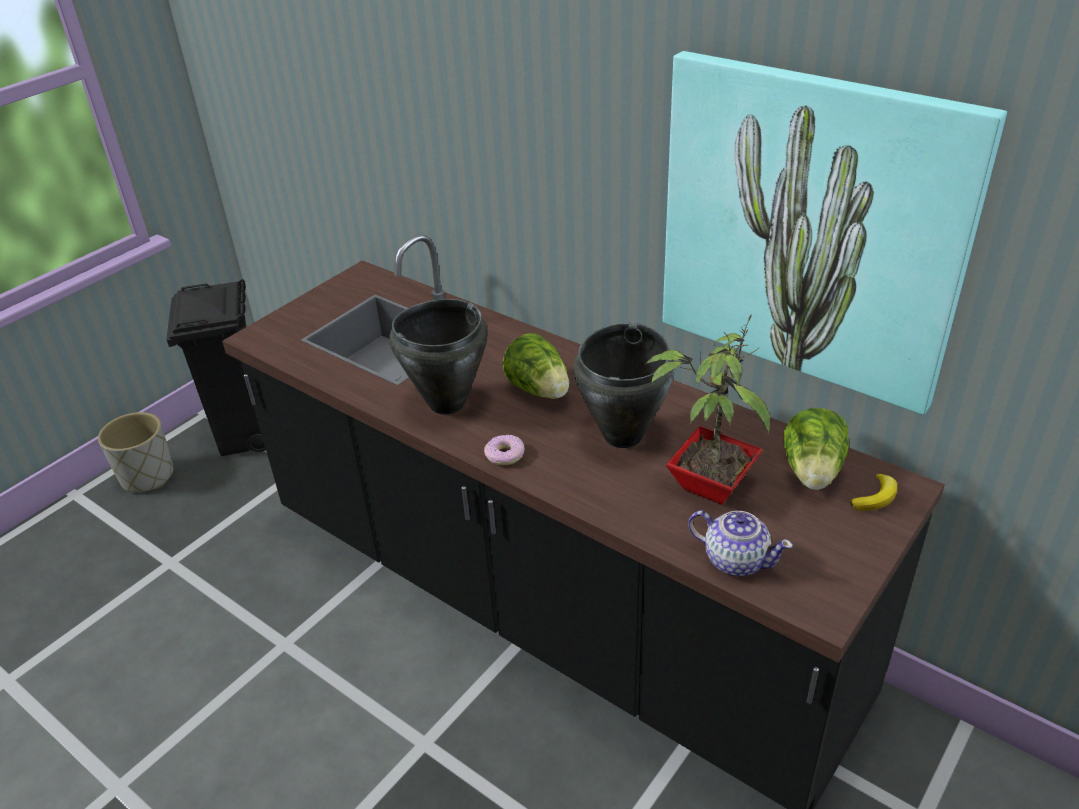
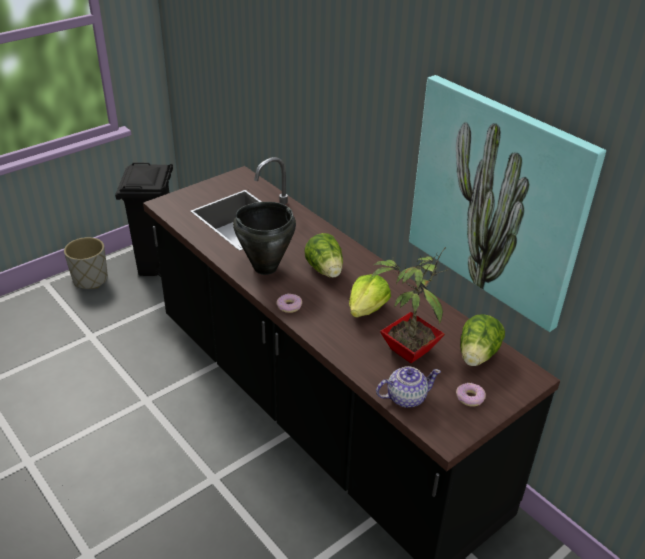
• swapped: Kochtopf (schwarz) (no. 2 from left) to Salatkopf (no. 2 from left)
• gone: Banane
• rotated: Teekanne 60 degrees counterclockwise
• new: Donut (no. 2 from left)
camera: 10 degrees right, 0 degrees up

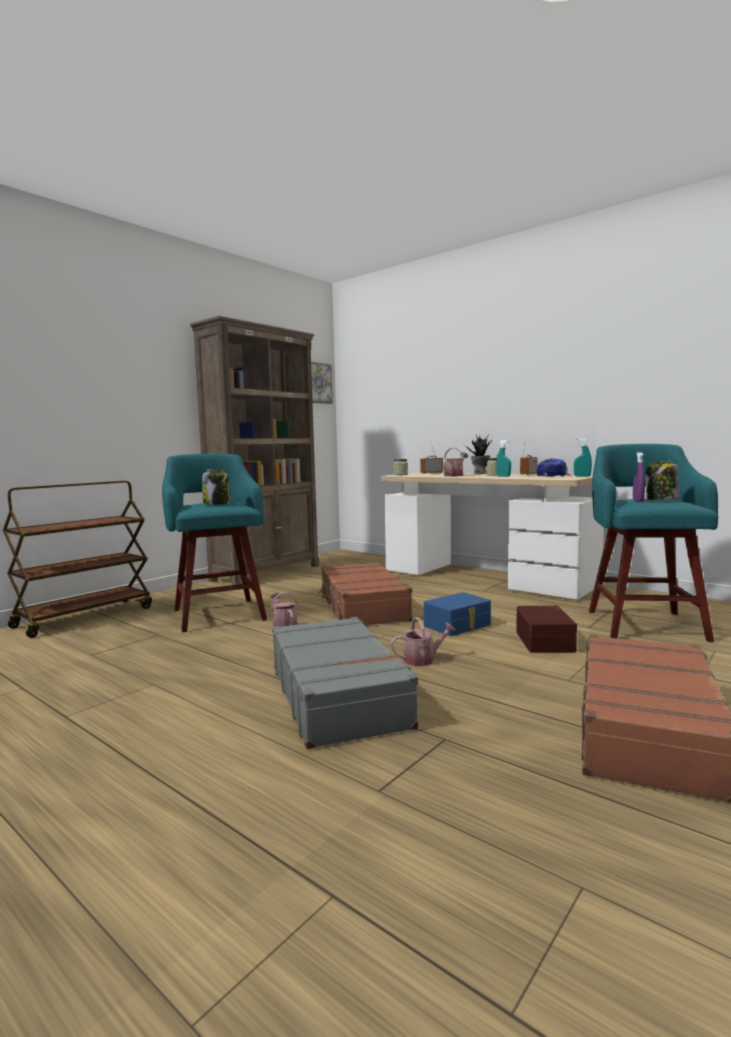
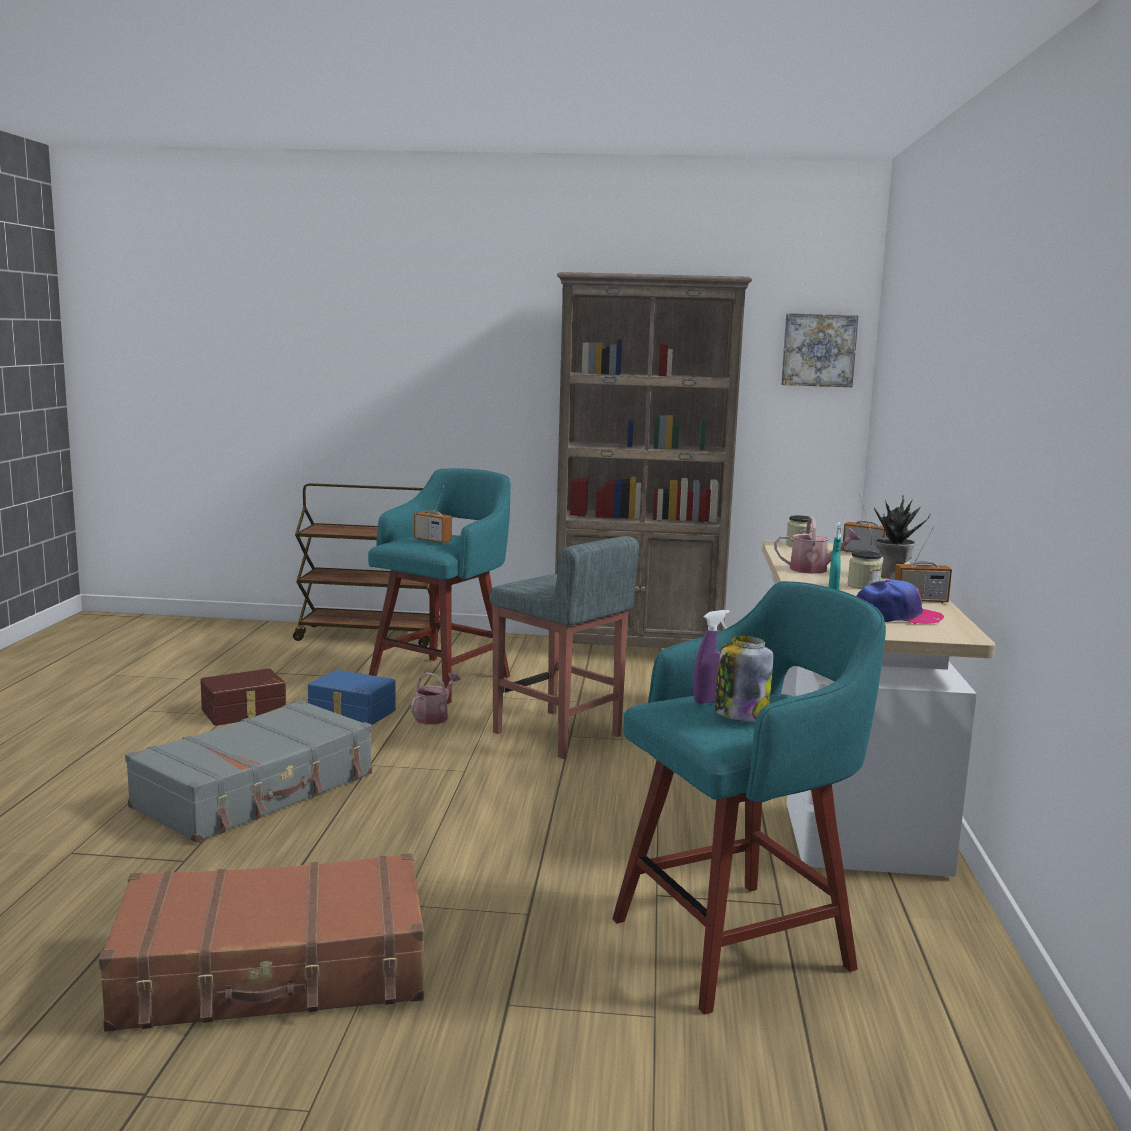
• gone: Sprühflasche (türkis) (no. 2 from left)
• swapped: Vorratsglas (no. 1 from left) to Radio (no. 1 from left)
• swapped: Koffer (braun) (no. 1 from left) to Hocker (grau)
• shifted: Aufbewahrungsbox (blau)
• shifted: Aufbewahrungsbox (braun)
• gone: Gießkanne (no. 2 from left)
camera: 55 degrees right, 5 degrees up

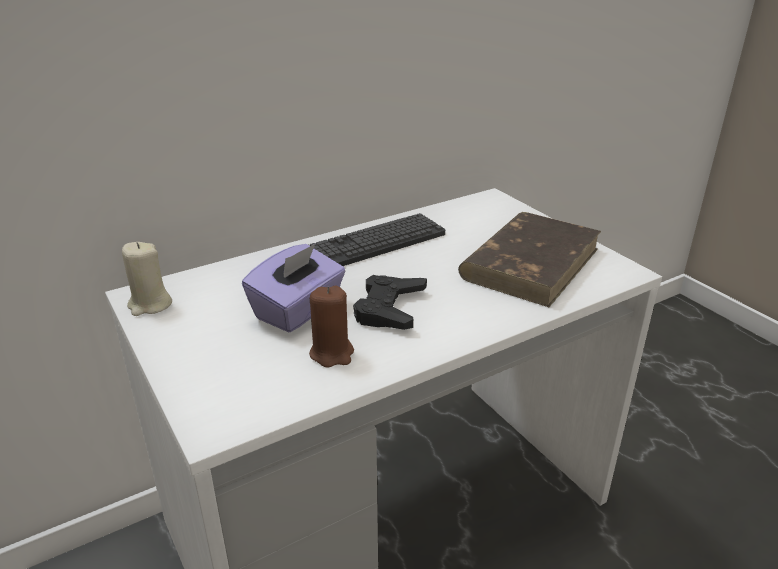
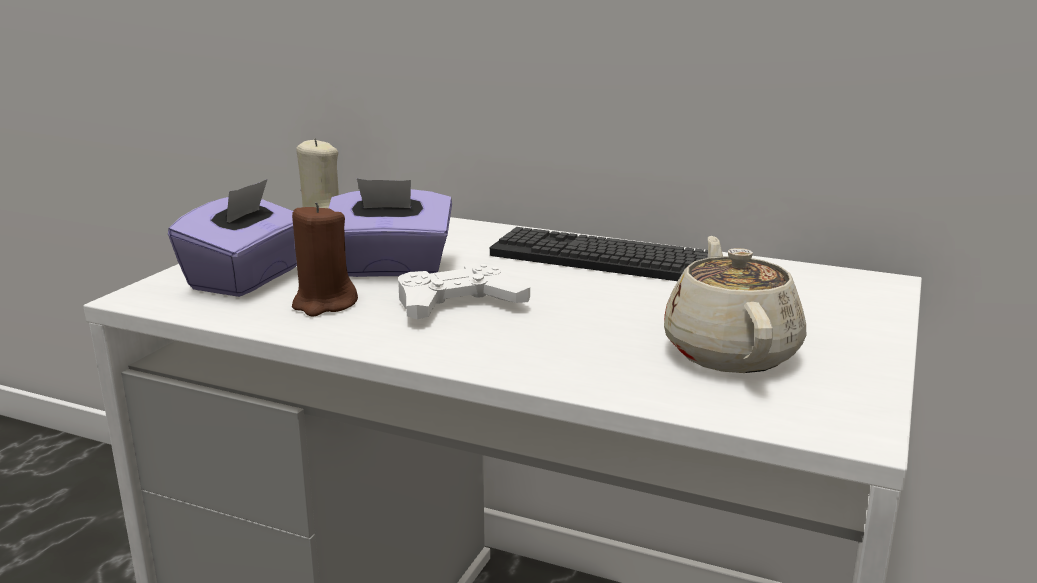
• swapped: Buch (braun) to Teekanne (beige)
• repainted: Gamepad (schwarz) to Gamepad (weiß)
• new: Taschentuchbox (lila) (no. 1 from left)
camera: 55 degrees right, 10 degrees down

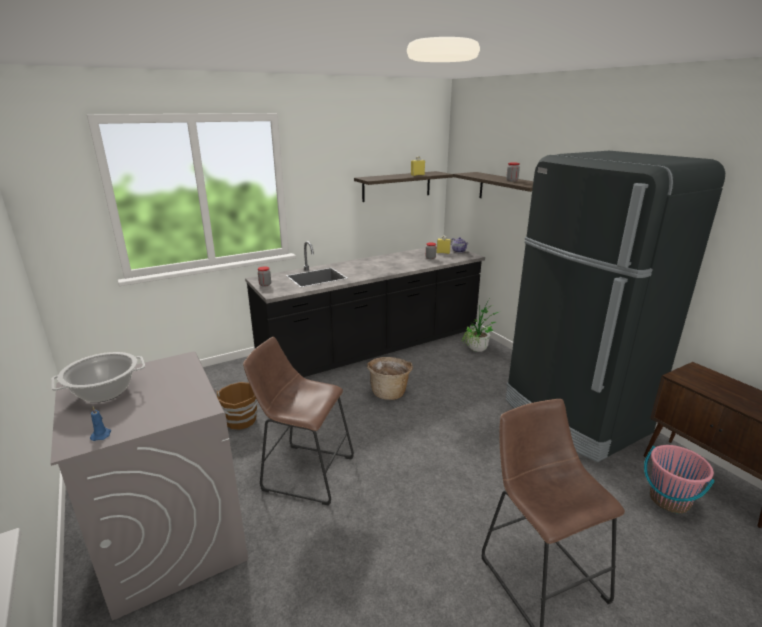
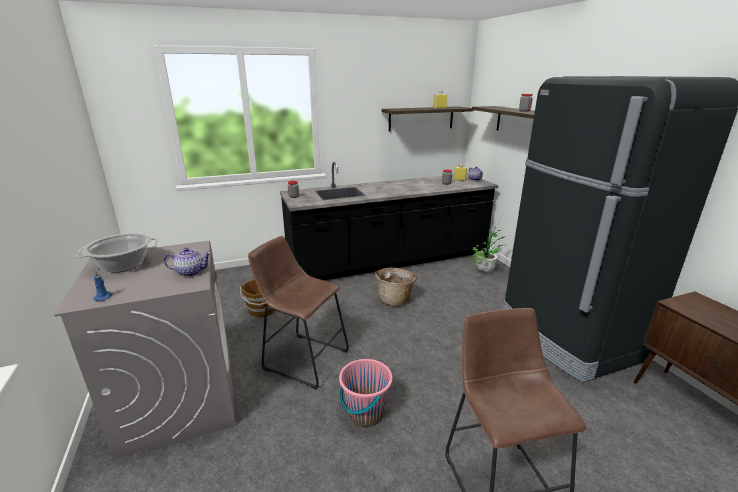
• shifted: Eimer (rosa)
• new: Teekanne (no. 1 from left)
camera: 10 degrees right, 0 degrees up

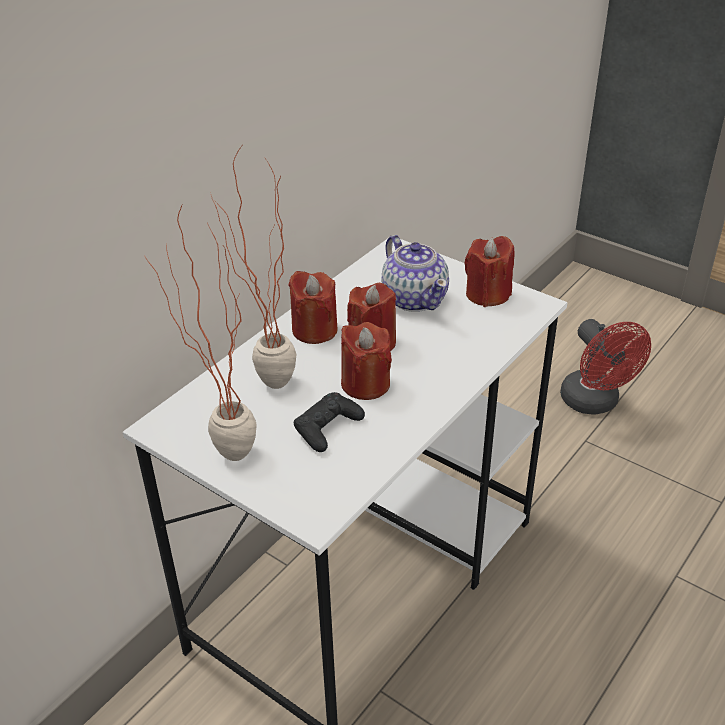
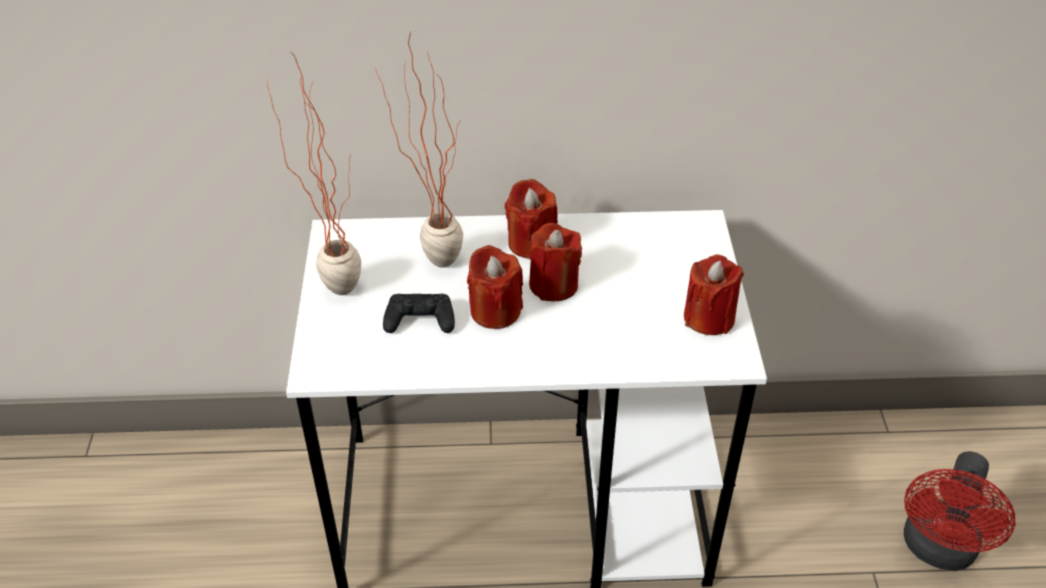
• gone: Teekanne
camera: 50 degrees right, 5 degrees up

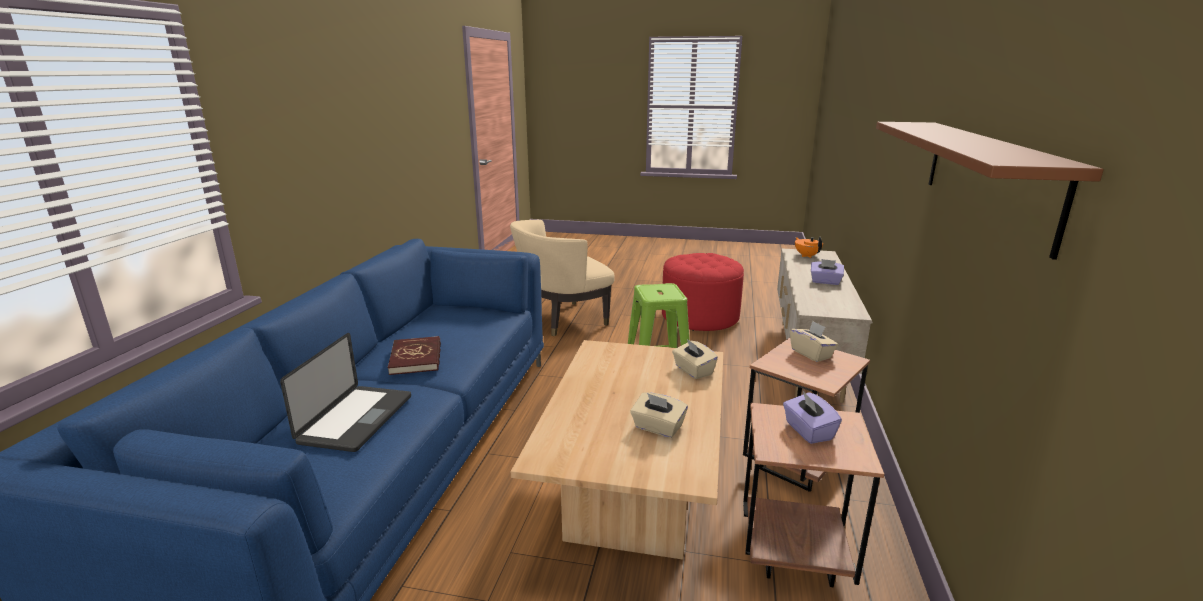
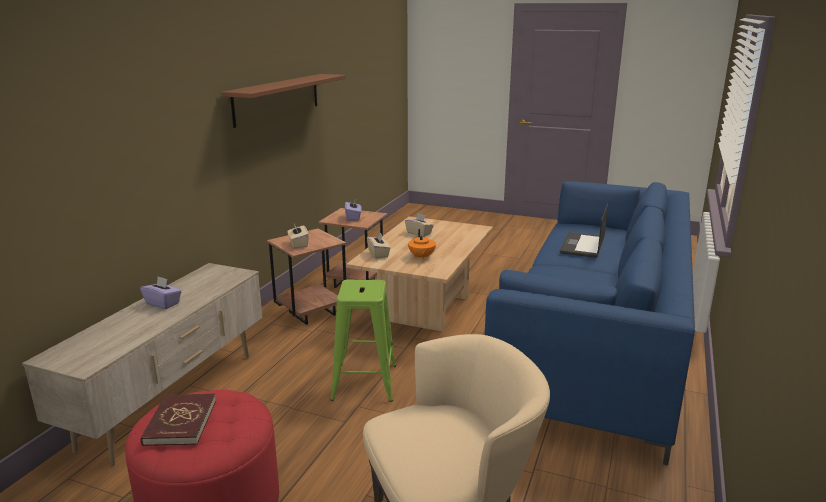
• shifted: Teekanne (orange)
• shifted: Buch (rot)
camera: 170 degrees left, 0 degrees up

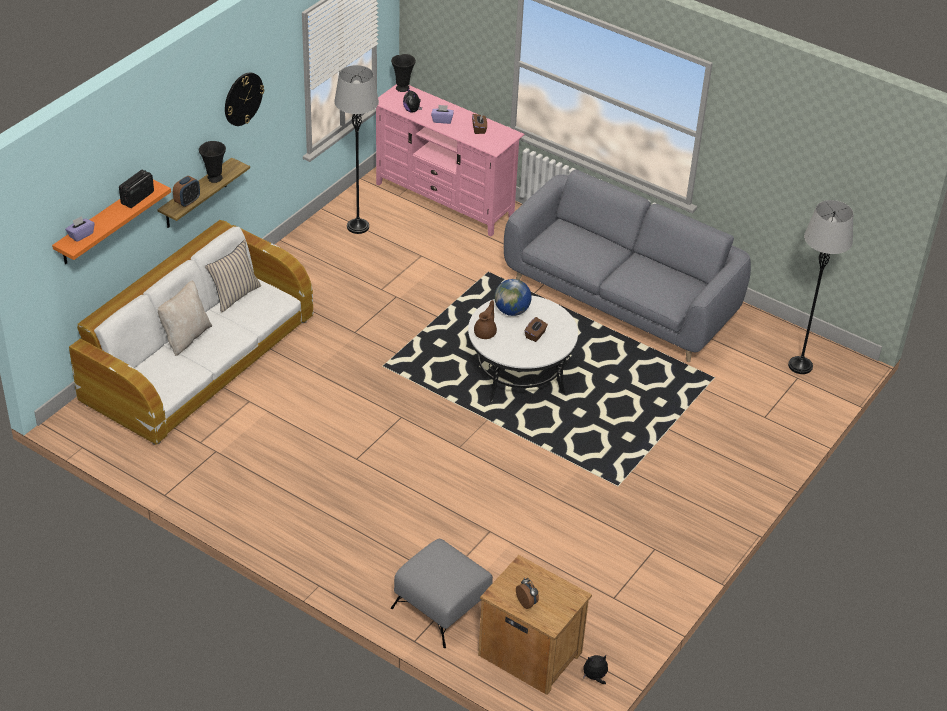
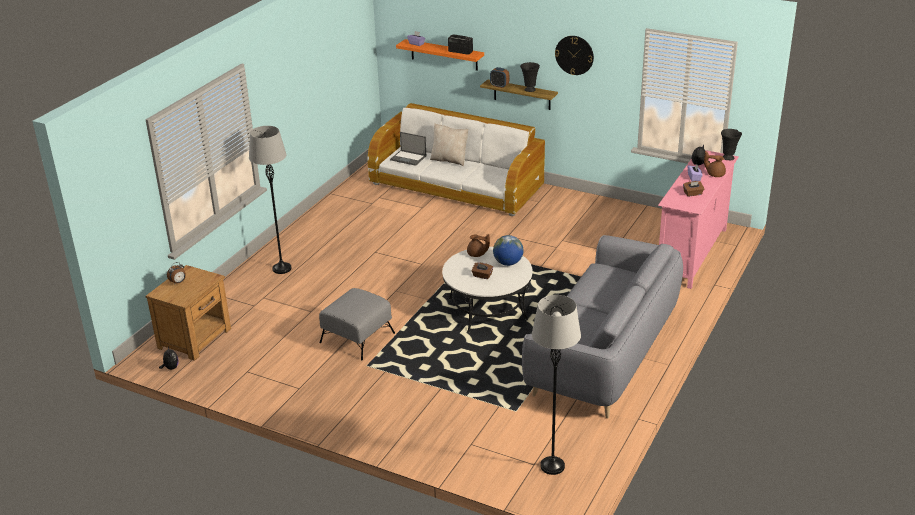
• shifted: Stehlampe (grau) (no. 1 from left)
• gone: Kissen (beige) (no. 2 from left)
• shifted: Polsterhocker (grau)
• new: Laptop
• new: Teekanne (braun) (no. 2 from left)
camera: 85 degrees right, 10 degrees down

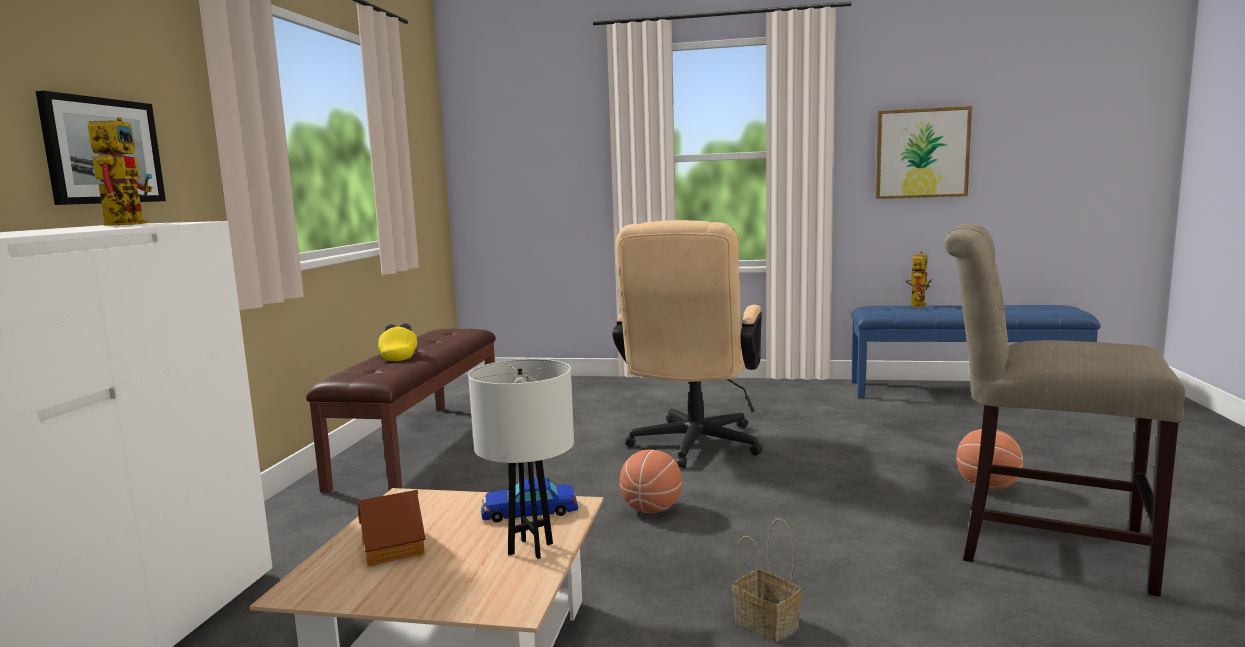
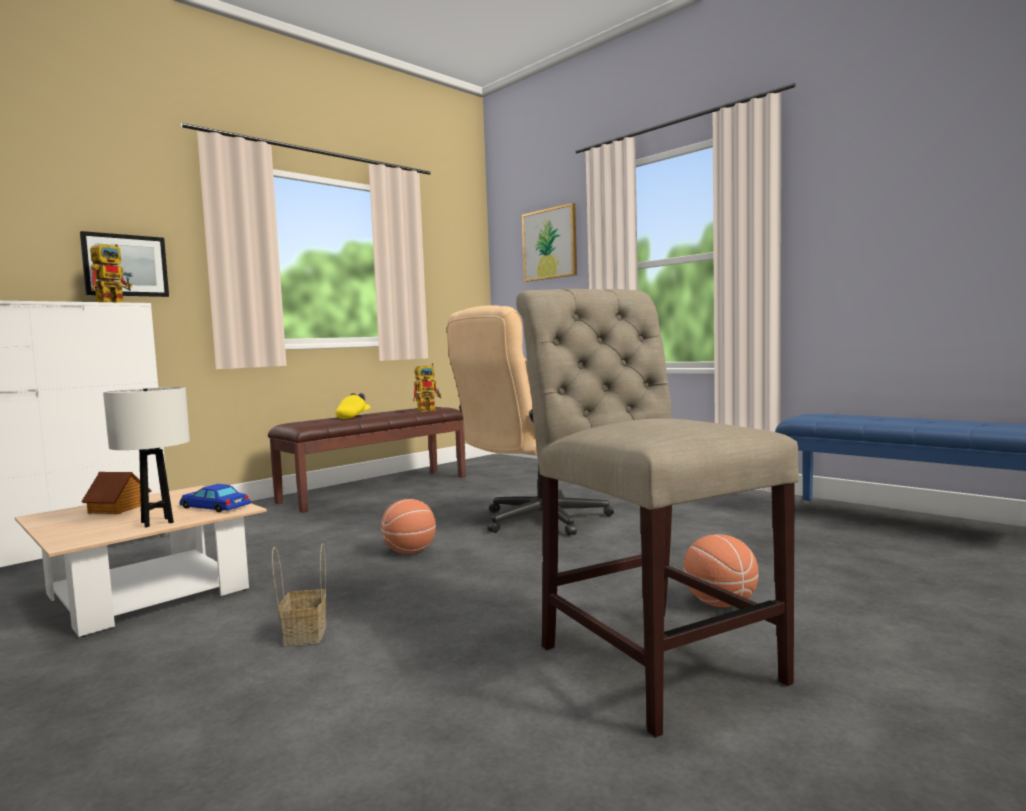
• shifted: Bild (no. 2 from left)
• shifted: Spielzeugroboter (no. 2 from left)
camera: 35 degrees right, 5 degrees down

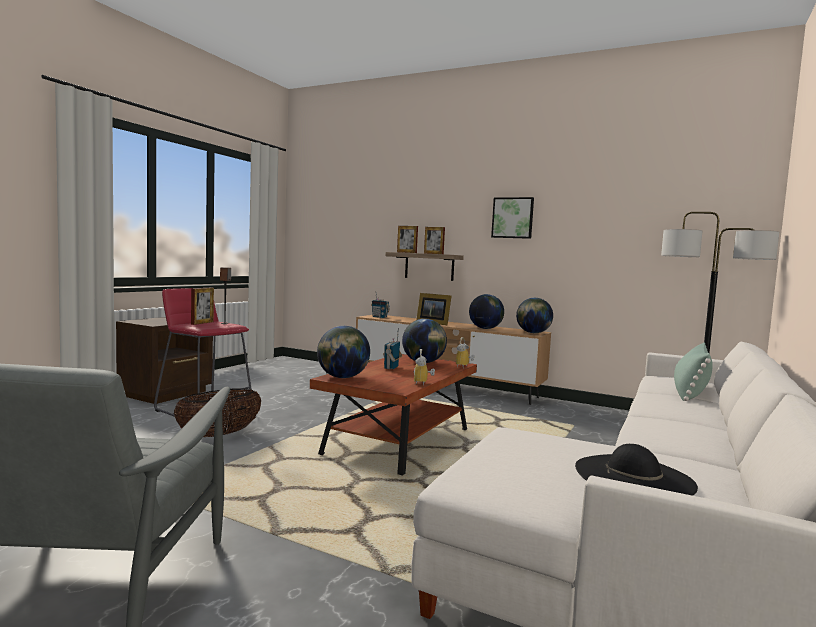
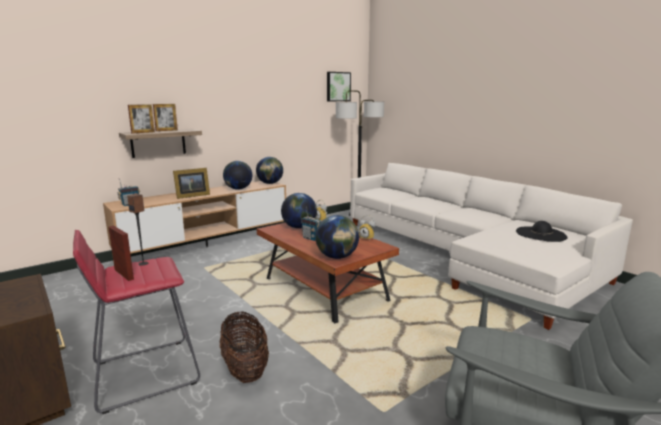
• shifted: Bild
• gone: Kissen (grün)
camera: 65 degrees left, 10 degrees up

